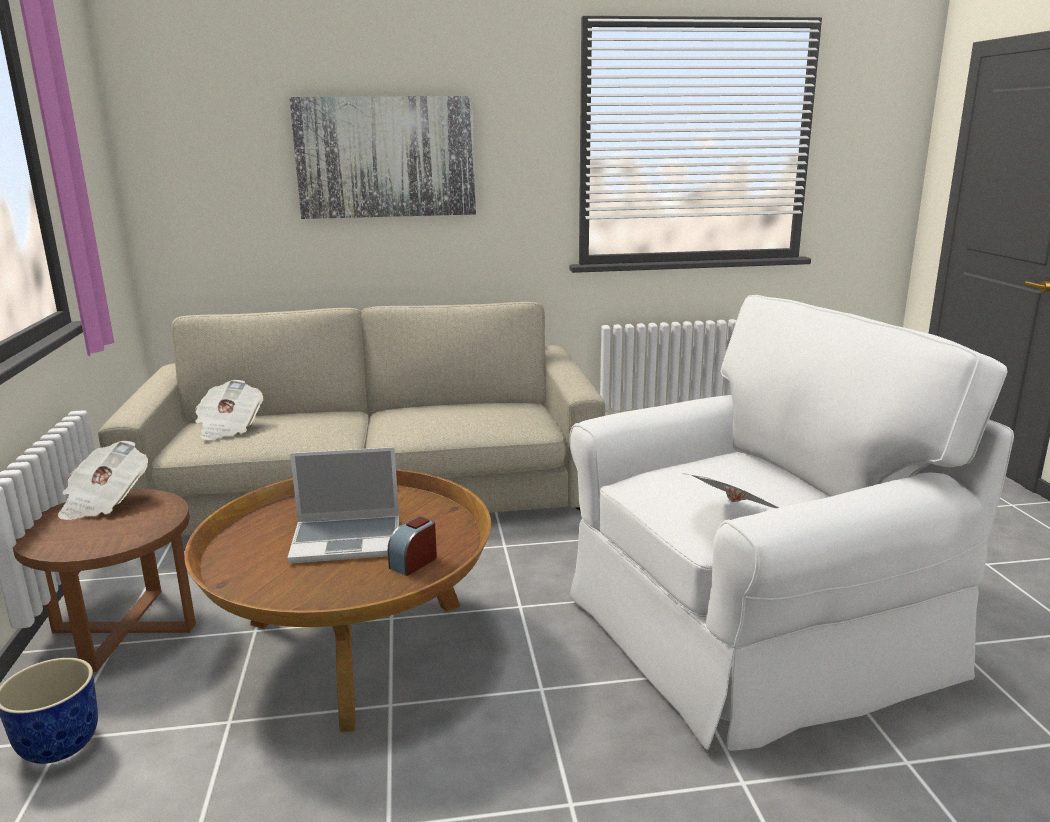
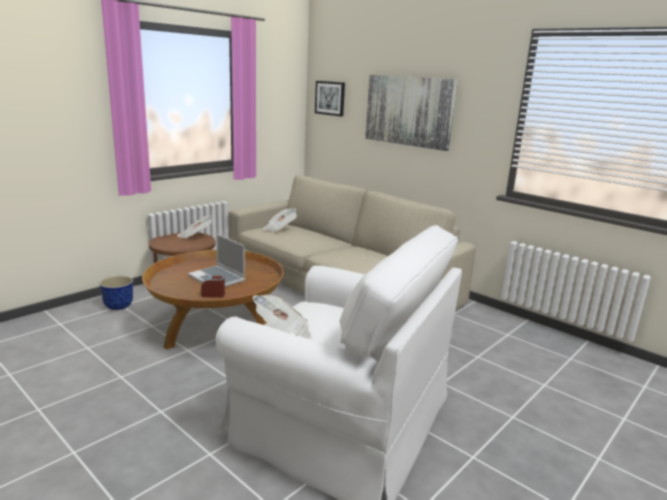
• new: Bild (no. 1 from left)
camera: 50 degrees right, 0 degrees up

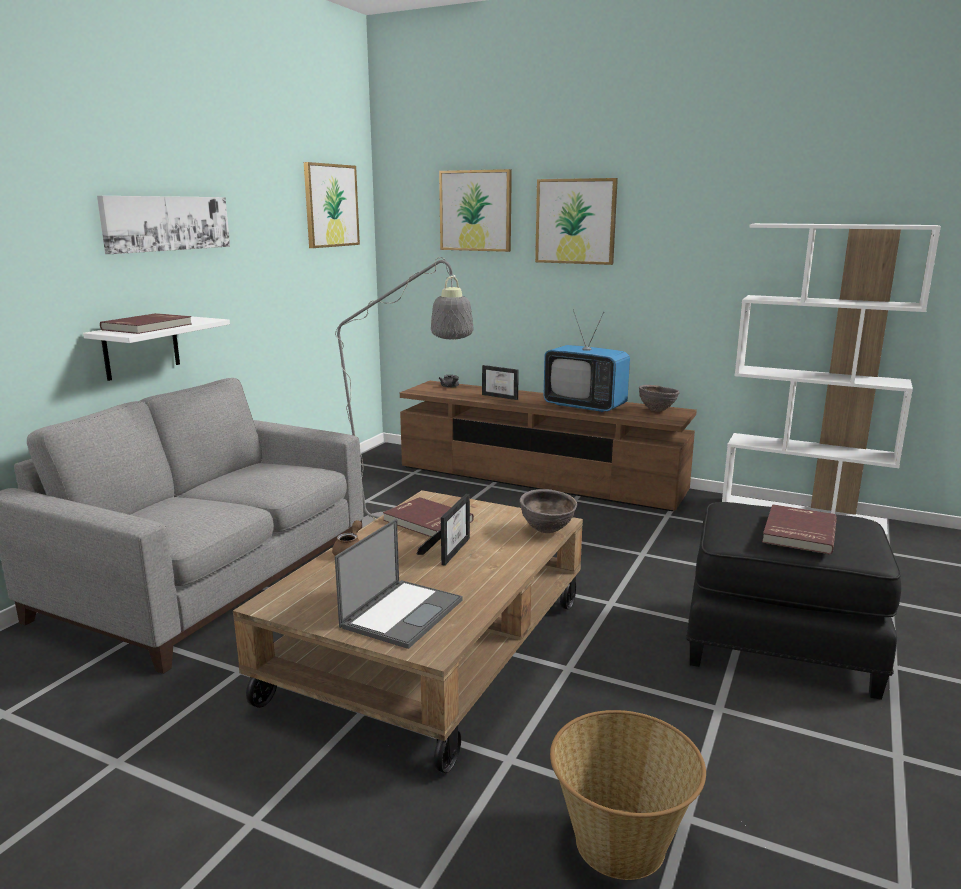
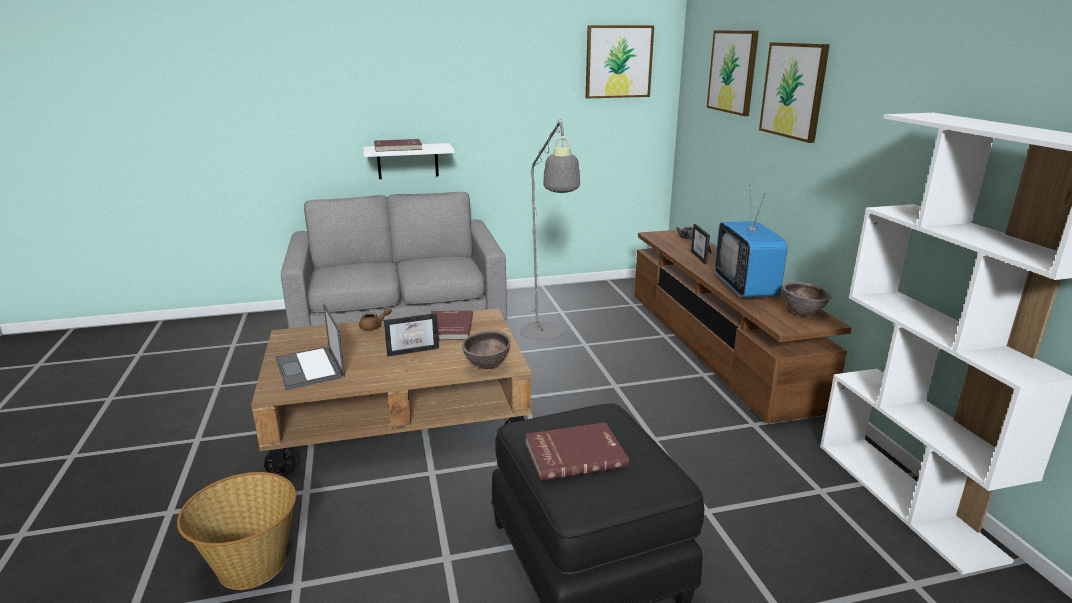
• gone: Bild (no. 1 from left)
• rotated: Laptop 75 degrees clockwise
camera: 50 degrees right, 5 degrees up

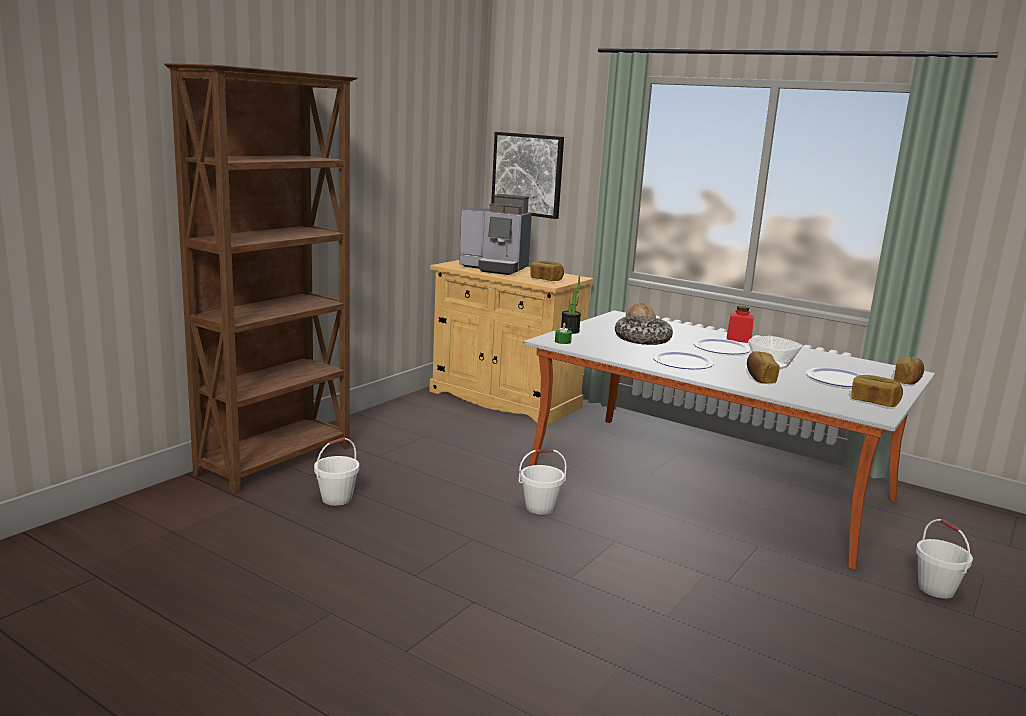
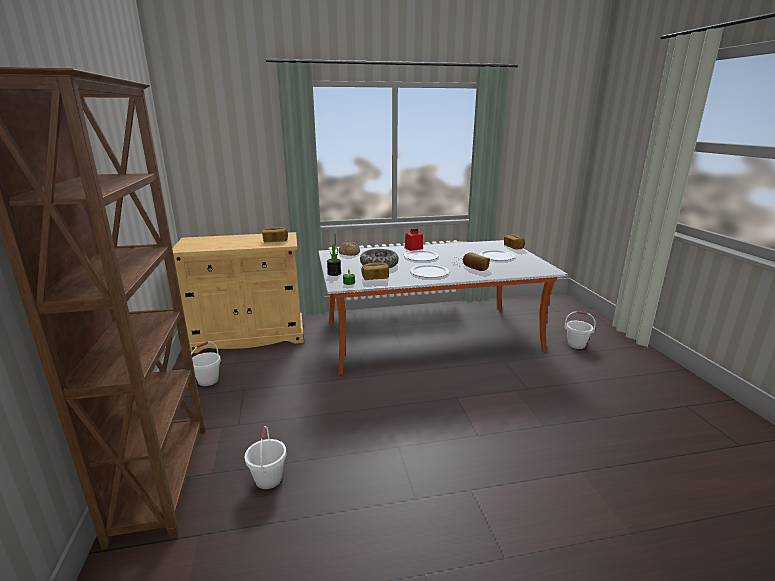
• gone: Bild
• gone: Kaffeemaschine
• shifted: Brot (no. 4 from left in the first image) to Brot (no. 3 from left)
• shifted: Eimer (weiß) (no. 2 from left in the first image) to Eimer (weiß) (no. 1 from left)
camera: 45 degrees left, 5 degrees up

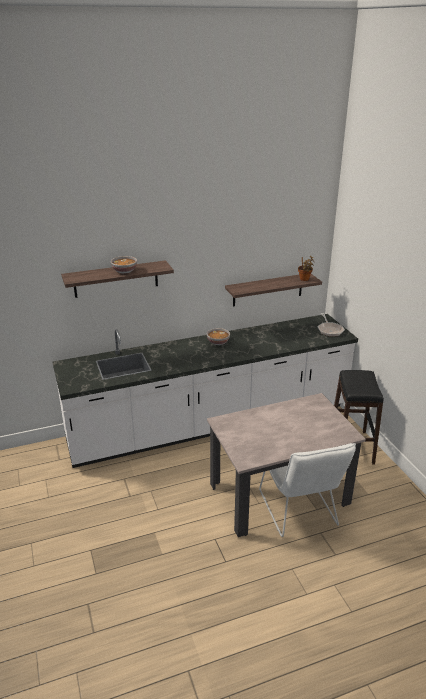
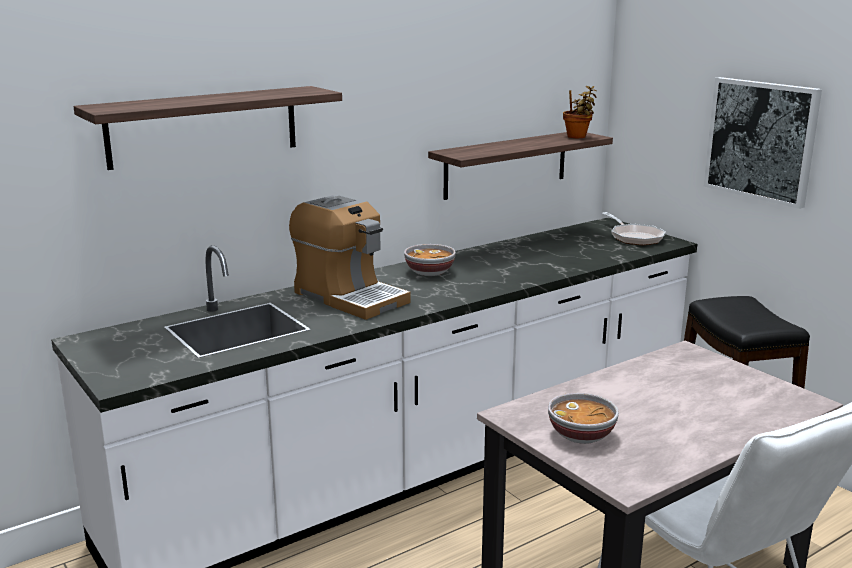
• shifted: Schüssel (no. 1 from left in the first image) to Schüssel (no. 2 from left)
• new: Bild
• new: Kaffeemaschine
camera: 15 degrees left, 10 degrees down

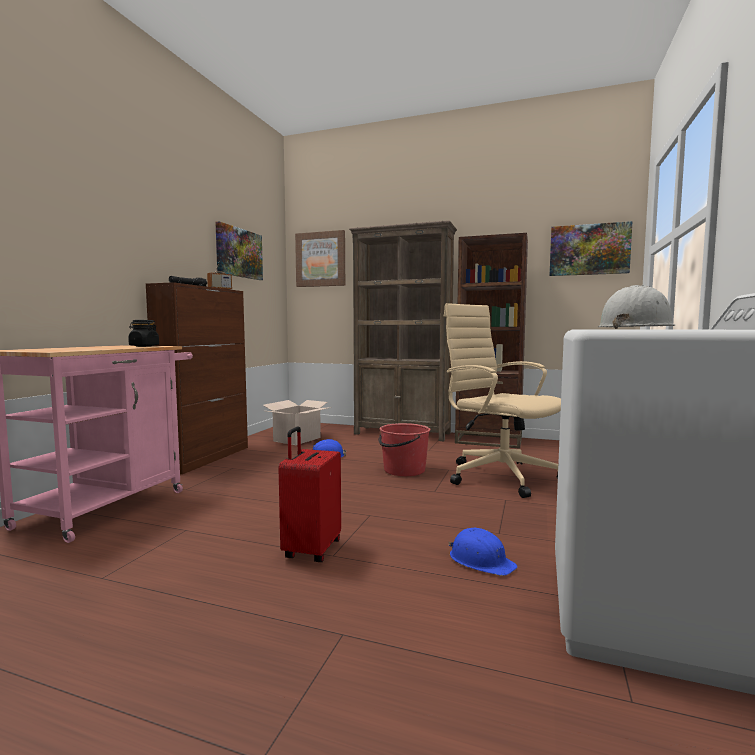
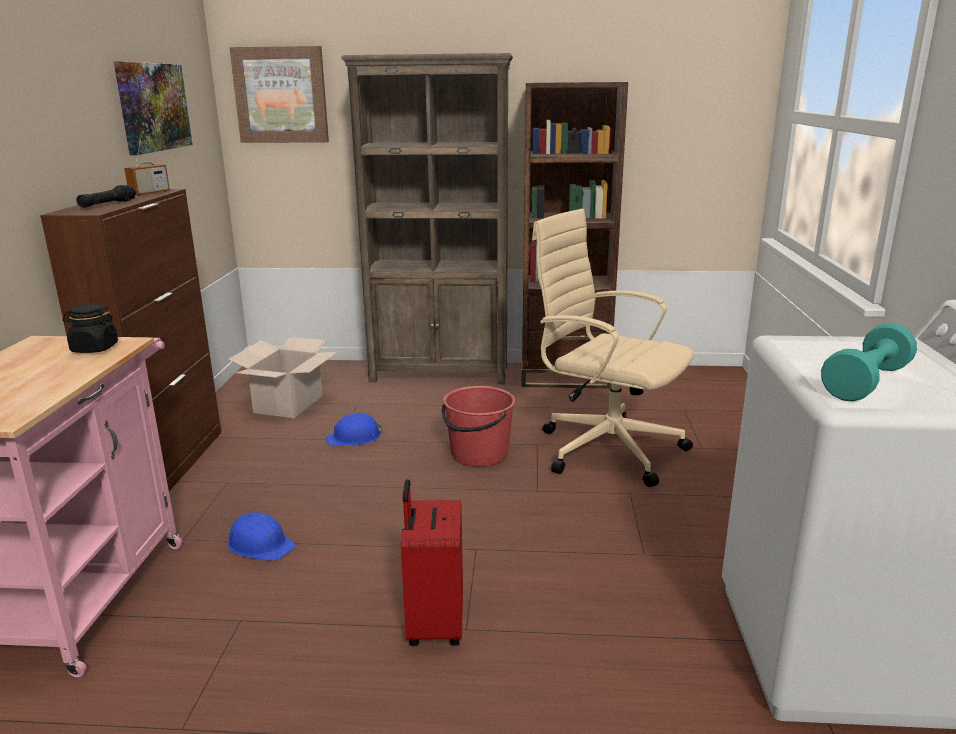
• gone: Bild (no. 3 from left)
• swapped: Schutzhelm (weiß) to Hantel (türkis)
• shifted: Schutzhelm (blau) (no. 2 from left in the first image) to Schutzhelm (blau) (no. 1 from left)
camera: 15 degrees left, 15 degrees up

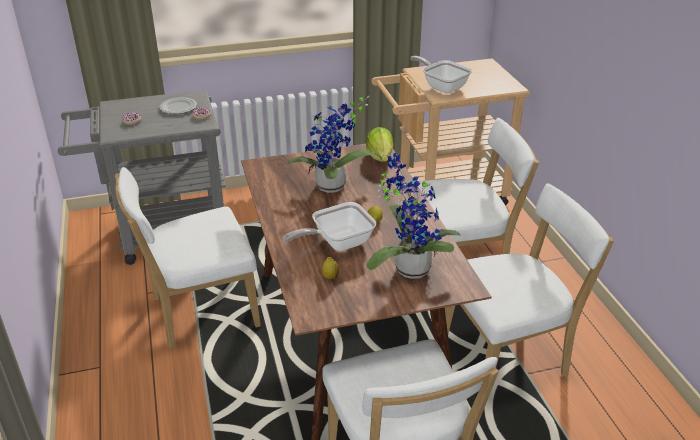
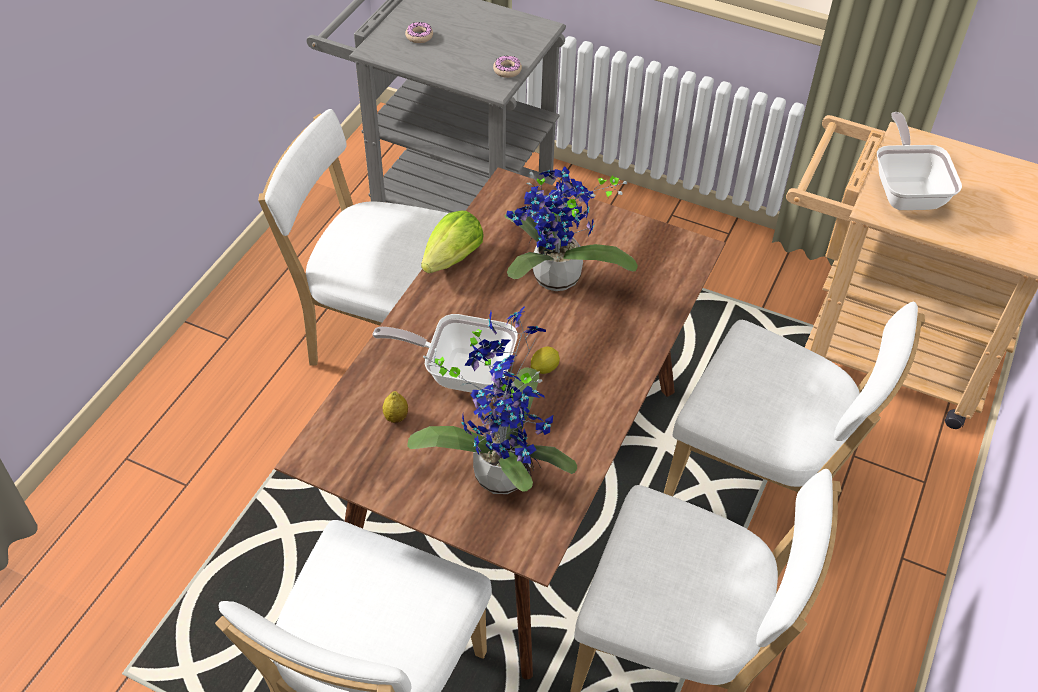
• gone: Teller
• shifted: Salatkopf
camera: 40 degrees right, 15 degrees up

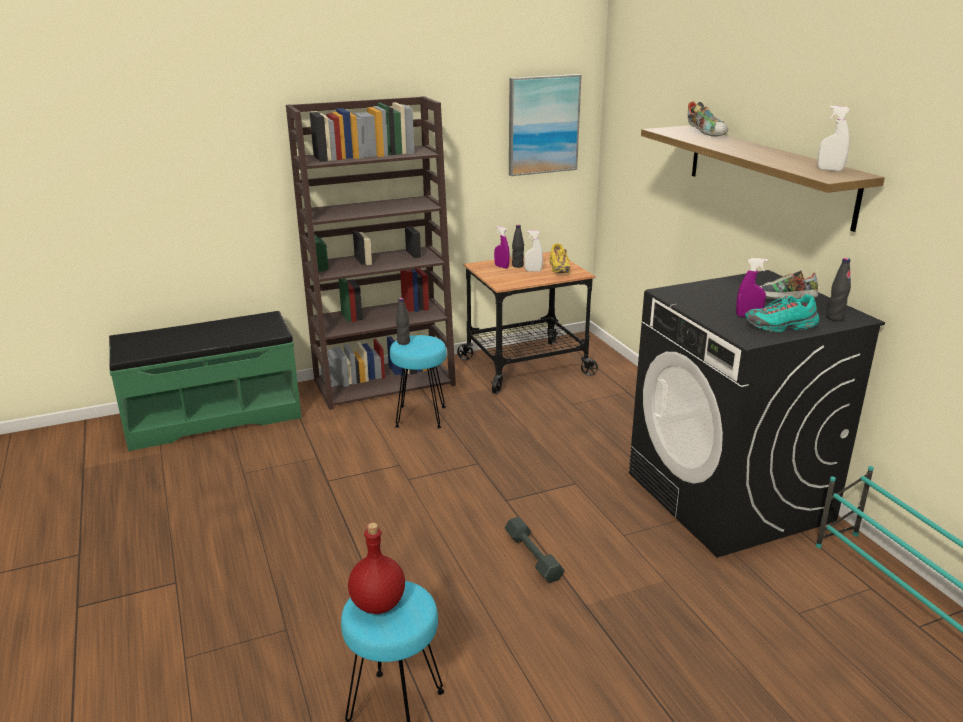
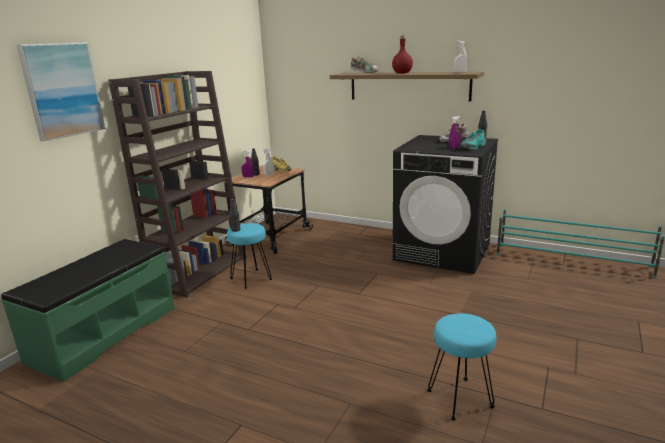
• shifted: Bild
• gone: Hantel (grau)
• shifted: Flasche (rot)
camera: 40 degrees left, 5 degrees down

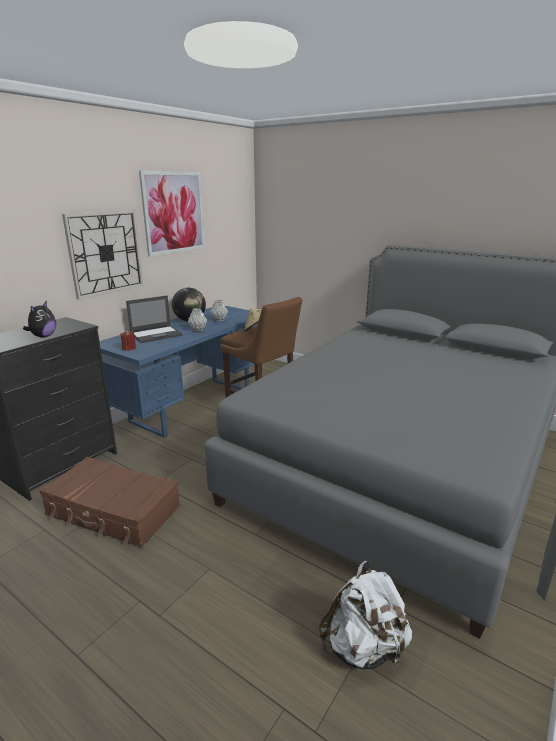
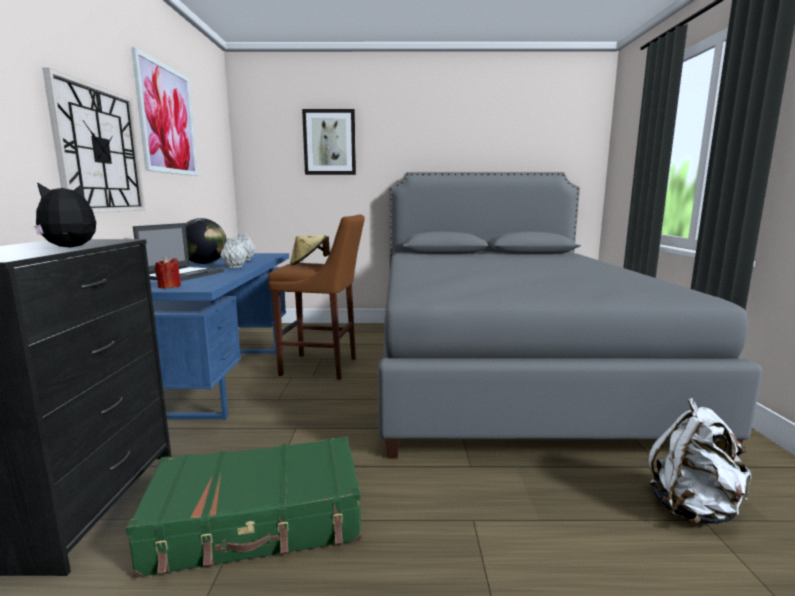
• rotated: Plüschtier 120 degrees counterclockwise
• repainted: Koffer (braun) to Koffer (grün)
• new: Bild (no. 2 from left)
camera: 35 degrees left, 10 degrees down

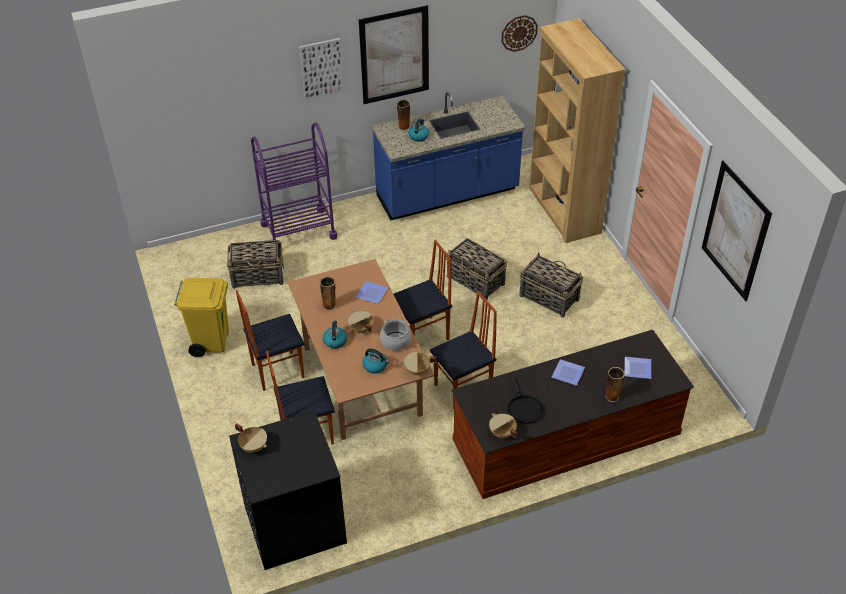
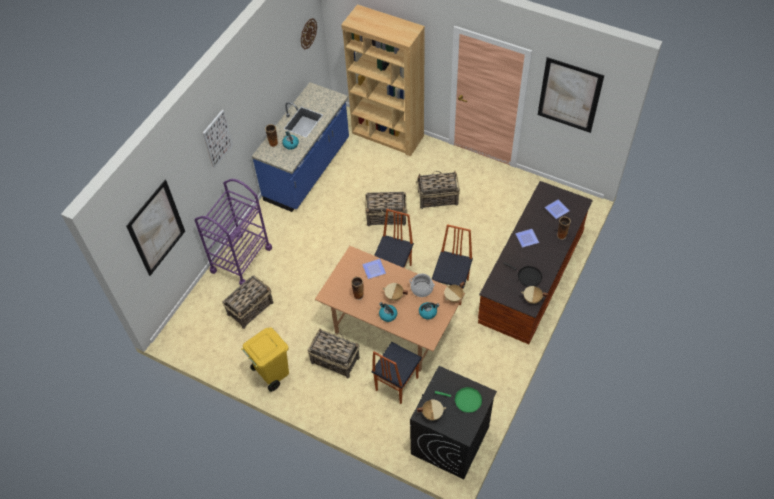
• shifted: Bild (no. 2 from left in the first image) to Bild (no. 1 from left)
• swapped: Stuhl (no. 1 from left) to Korb (no. 2 from left)
• new: Pfanne (grün)
camera: 40 degrees left, 10 degrees up

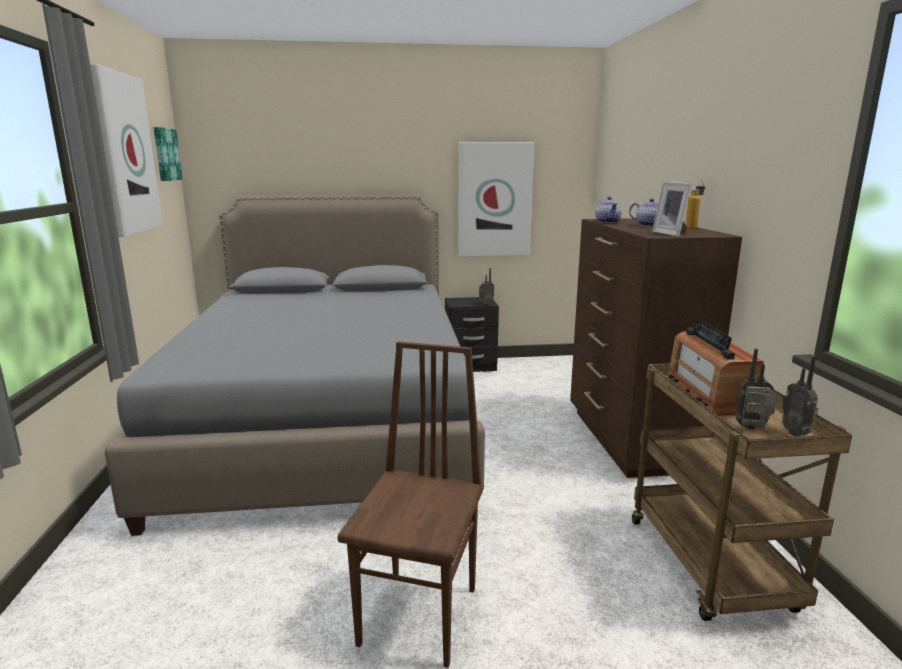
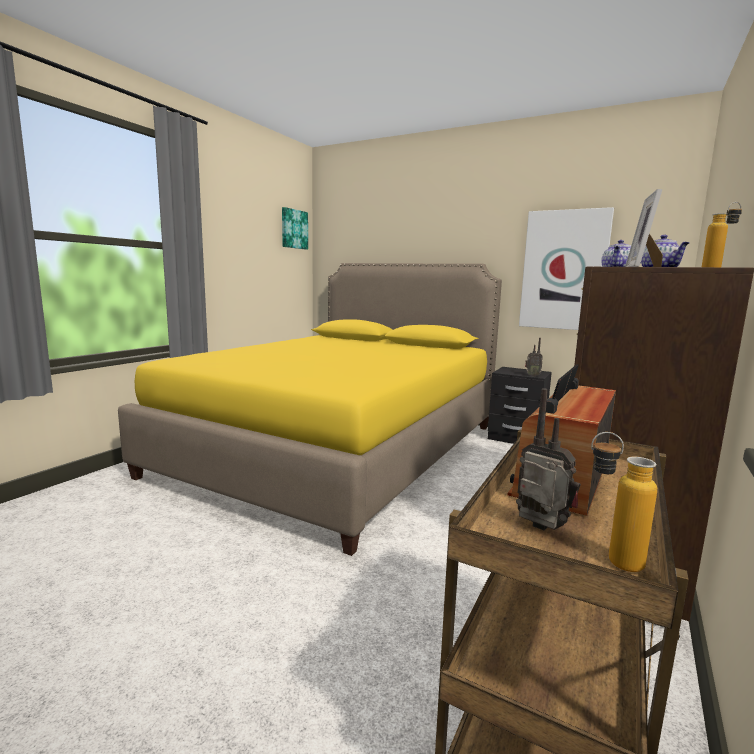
• gone: Bild (no. 1 from left)
• repainted: Bett (grau) to Bett (gelb)
• gone: Stuhl (braun)
• swapped: Radio (no. 4 from left) to Flasche (no. 1 from left)
camera: 35 degrees right, 5 degrees down

